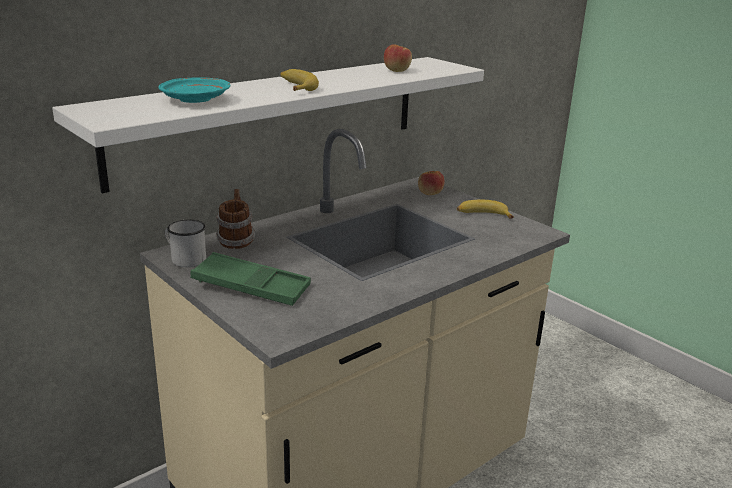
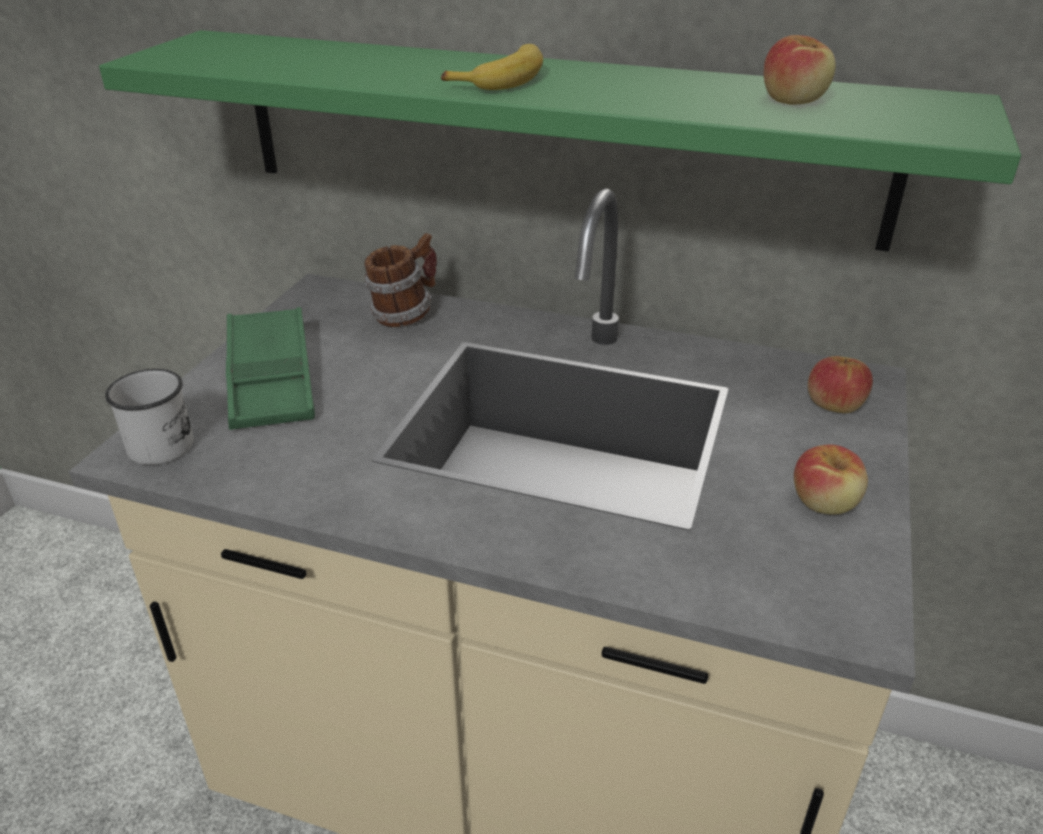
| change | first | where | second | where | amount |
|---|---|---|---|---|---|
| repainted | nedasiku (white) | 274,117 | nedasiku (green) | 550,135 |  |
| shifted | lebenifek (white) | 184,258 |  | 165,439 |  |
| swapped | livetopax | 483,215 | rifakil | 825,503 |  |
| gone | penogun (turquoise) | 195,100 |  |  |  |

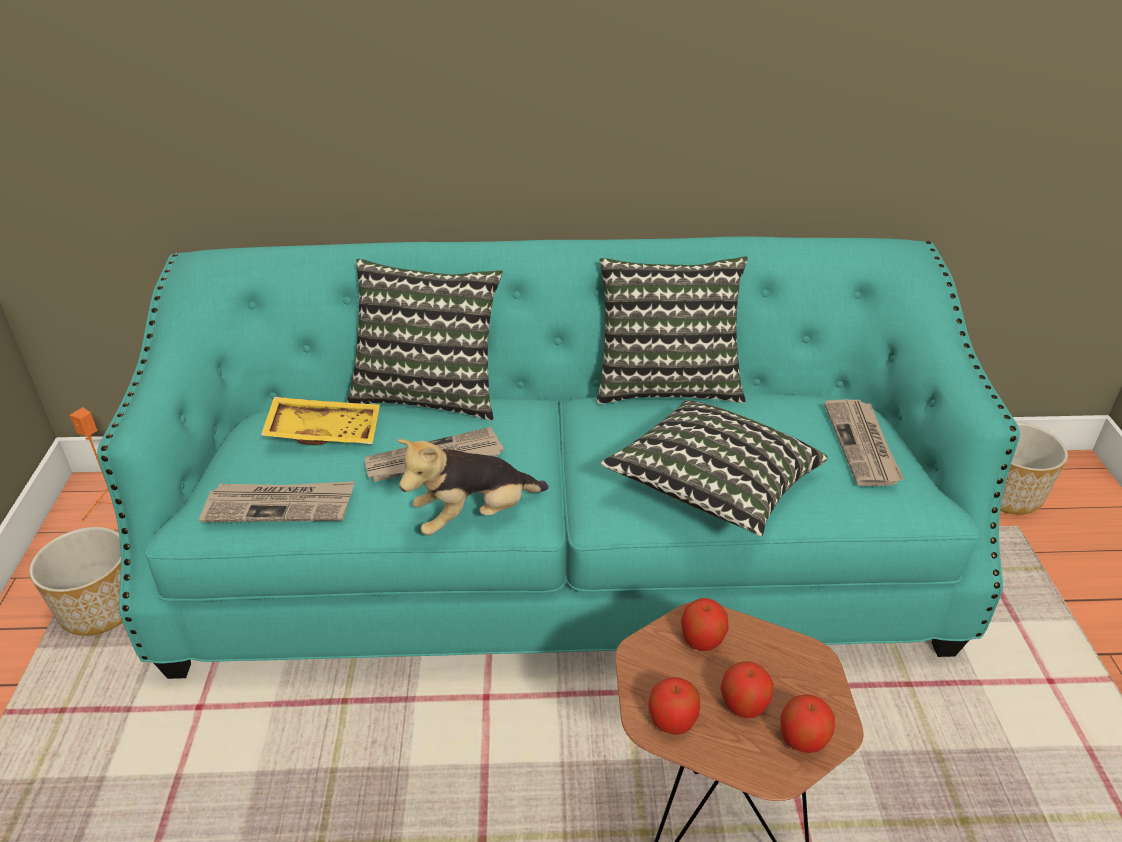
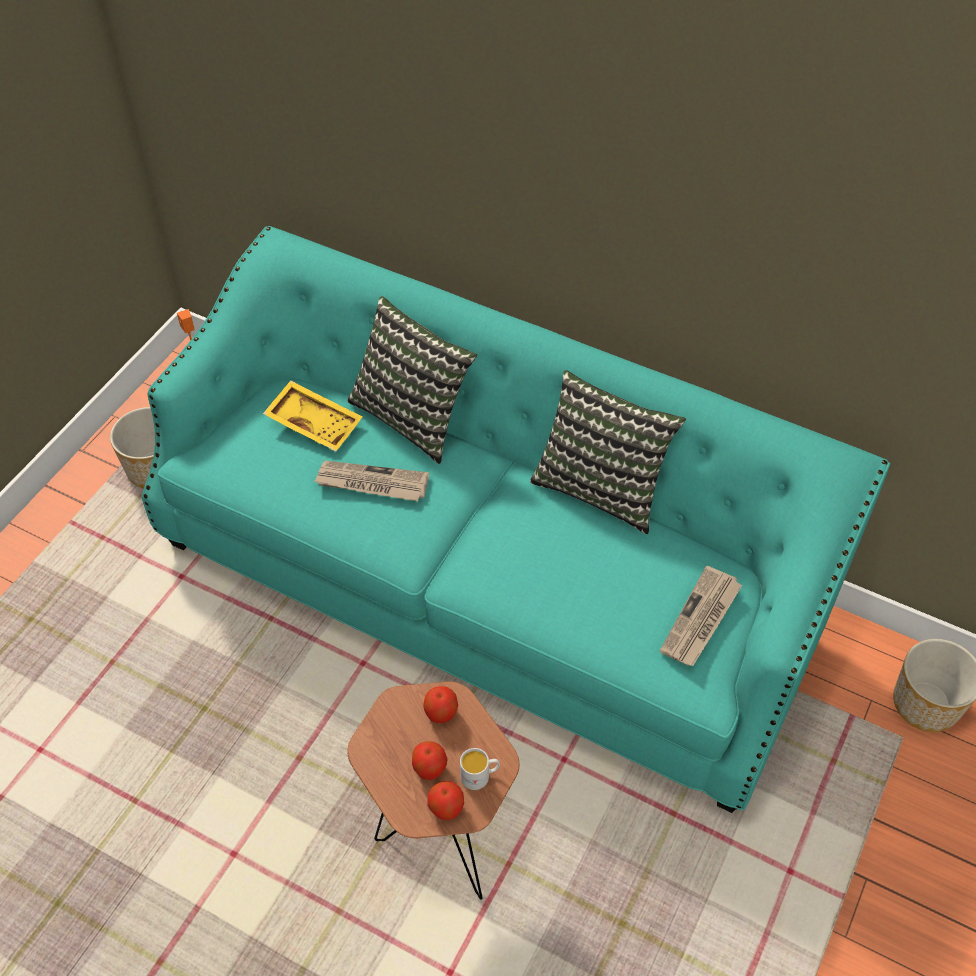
| change | first | where | second | where | amount |
|---|---|---|---|---|---|
| new |  |  | lebenifek (white) | 480,776 |  |
| gone | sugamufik | 280,505 |  |  |  |
| gone | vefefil | 474,517 |  |  |  |
| gone | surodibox | 713,490 |  |  |  |
| gone | rifakil | 672,721 |  |  |  |

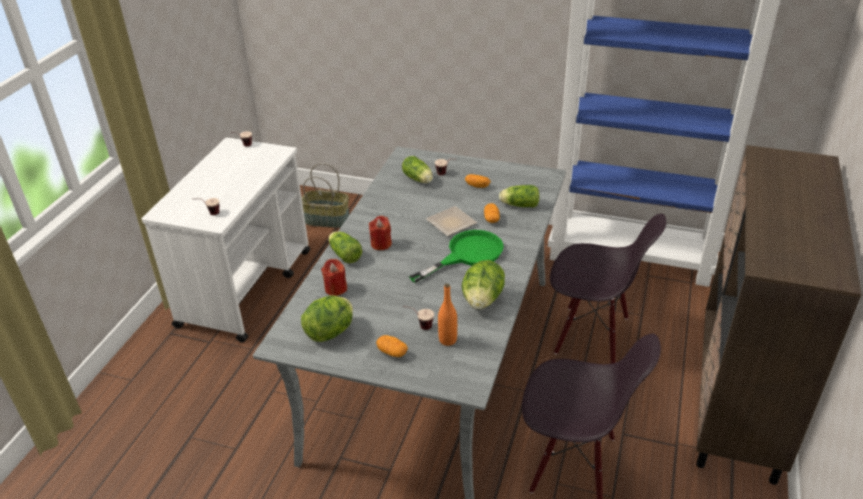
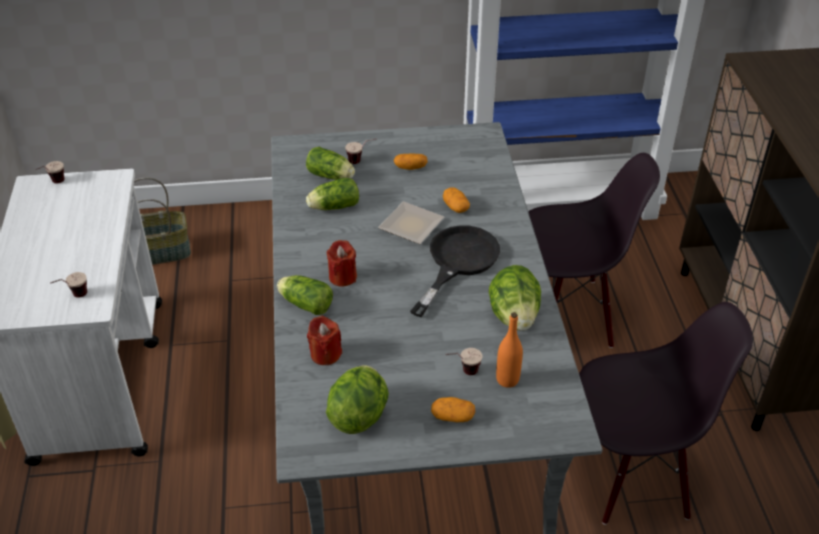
| change | first | where | second | where | amount |
|---|---|---|---|---|---|
| shifted | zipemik | 518,205 |  | 332,207 |  |
| repainted | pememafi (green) | 467,254 | pememafi (black) | 457,262 |  |

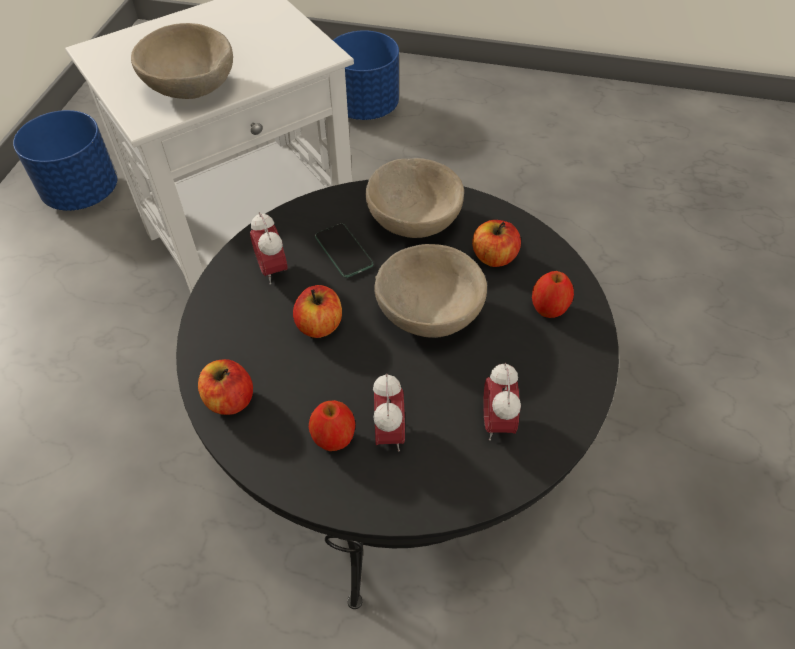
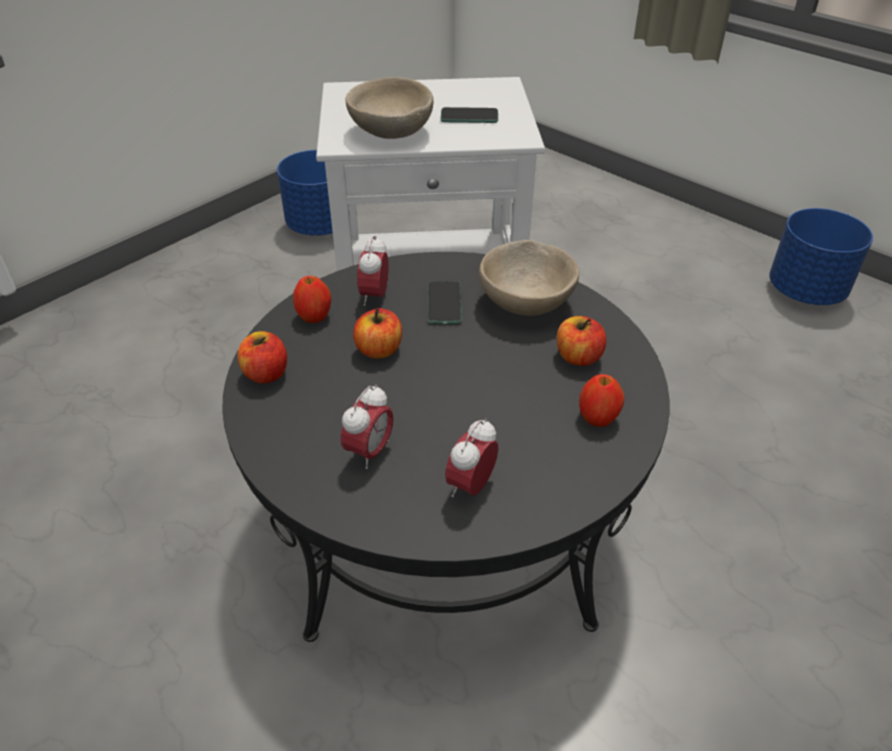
| change | first | where | second | where | amount |
|---|---|---|---|---|---|
| shifted | rifakil | 334,438 |  | 314,316 |  |
| new |  |  | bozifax | 469,117 |  |
| shifted | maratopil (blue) | 365,107 |  | 806,291 |  |
| gone | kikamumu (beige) | 430,313 |  |  |  |

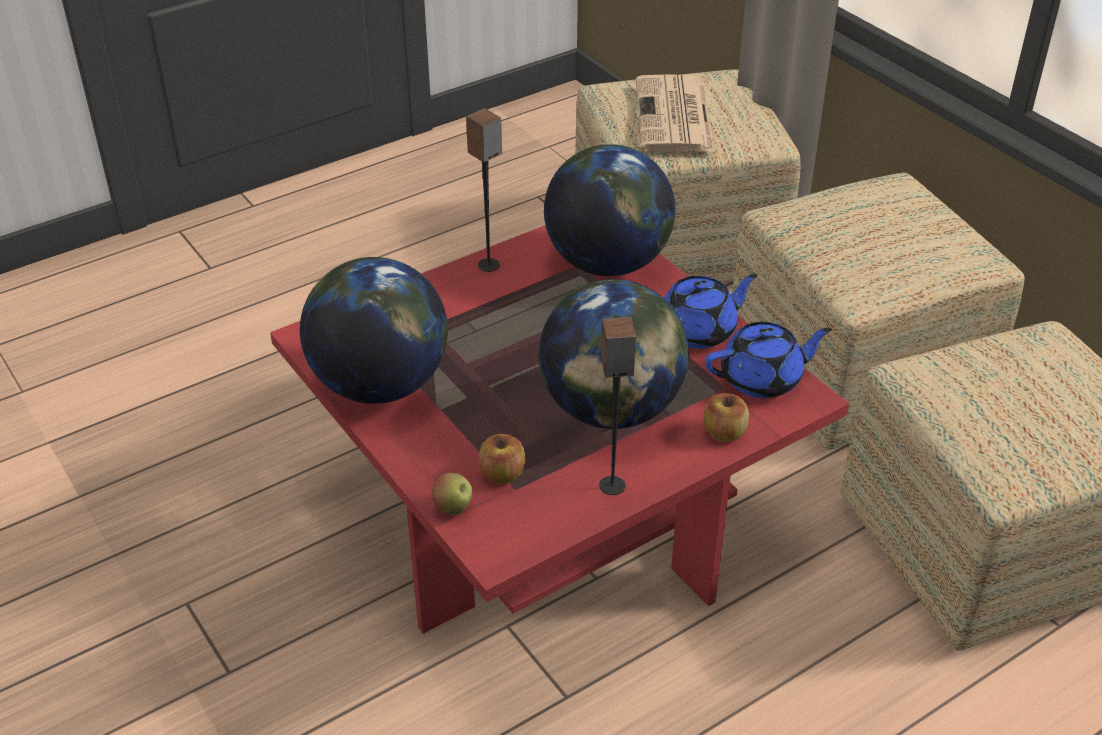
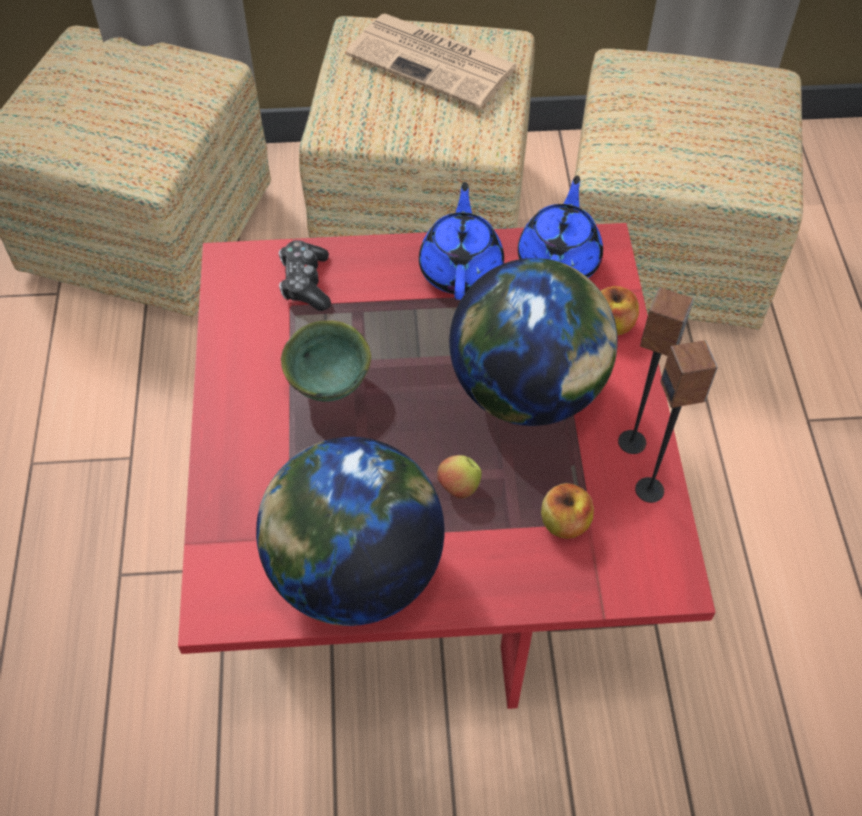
| change | first | where | second | where | amount |
|---|---|---|---|---|---|
| swapped | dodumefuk | 607,262 | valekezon | 305,283 |  |
| new |  |  | kikamumu (green) | 331,384 |  |
| shifted | sugamufik | 674,117 |  | 435,62 |  |
| shifted | rifakil | 453,508 |  | 458,488 |  |
| shifted | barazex | 489,265 |  | 650,490 |  |

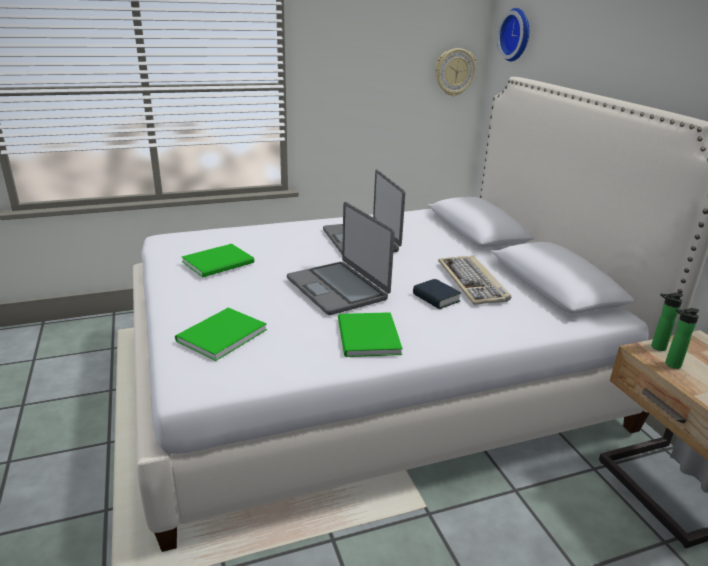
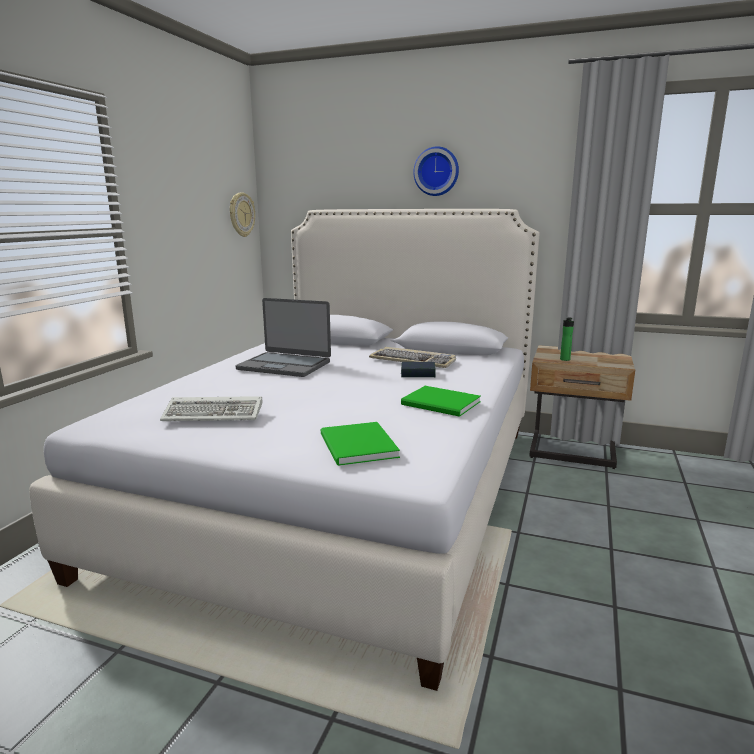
| change | first | where | second | where | amount |
|---|---|---|---|---|---|
| swapped | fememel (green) | 220,262 | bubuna | 216,413 |  |
| shifted | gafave | 517,35 |  | 436,171 |  |
| gone | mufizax | 338,288 |  |  |  |
| gone | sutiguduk | 656,347 |  |  |  |

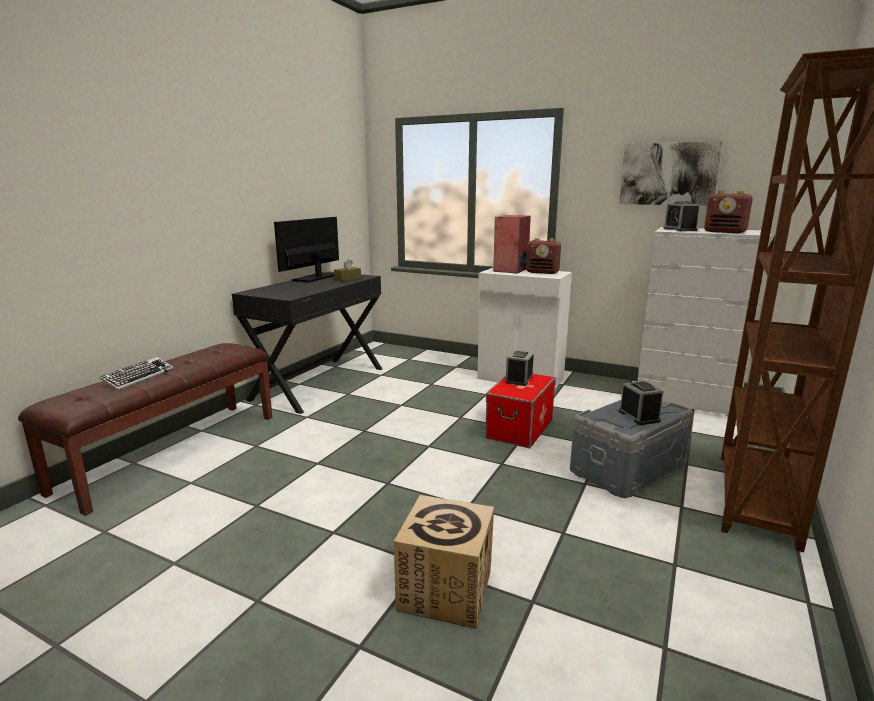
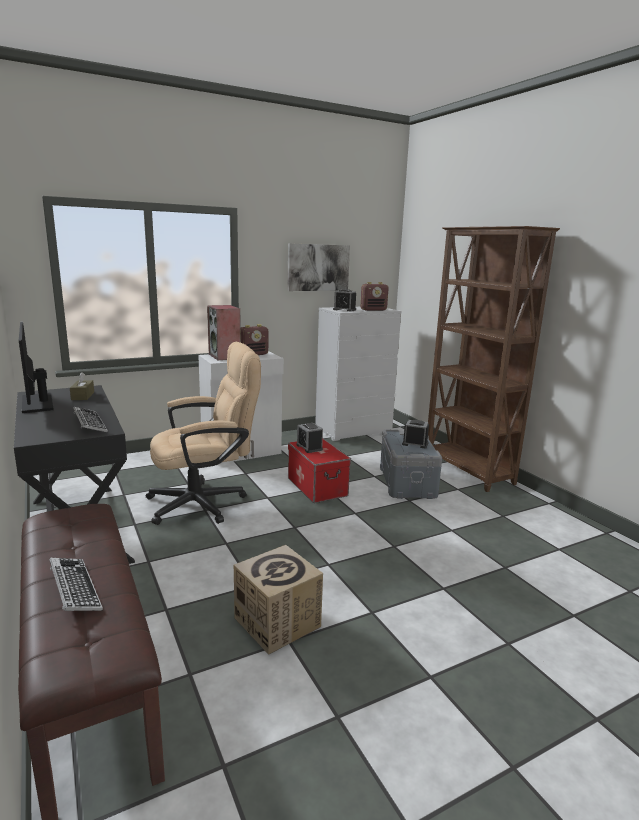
| change | first | where | second | where | amount |
|---|---|---|---|---|---|
| new |  |  | bubuna | 89,424 |  |
| new |  |  | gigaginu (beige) | 206,502 |  |
| shifted | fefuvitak | 446,590 |  | 277,622 |  |

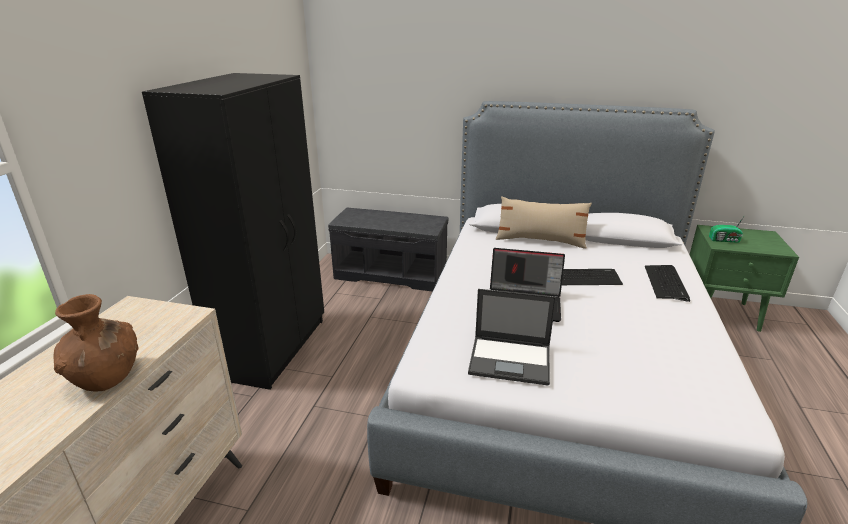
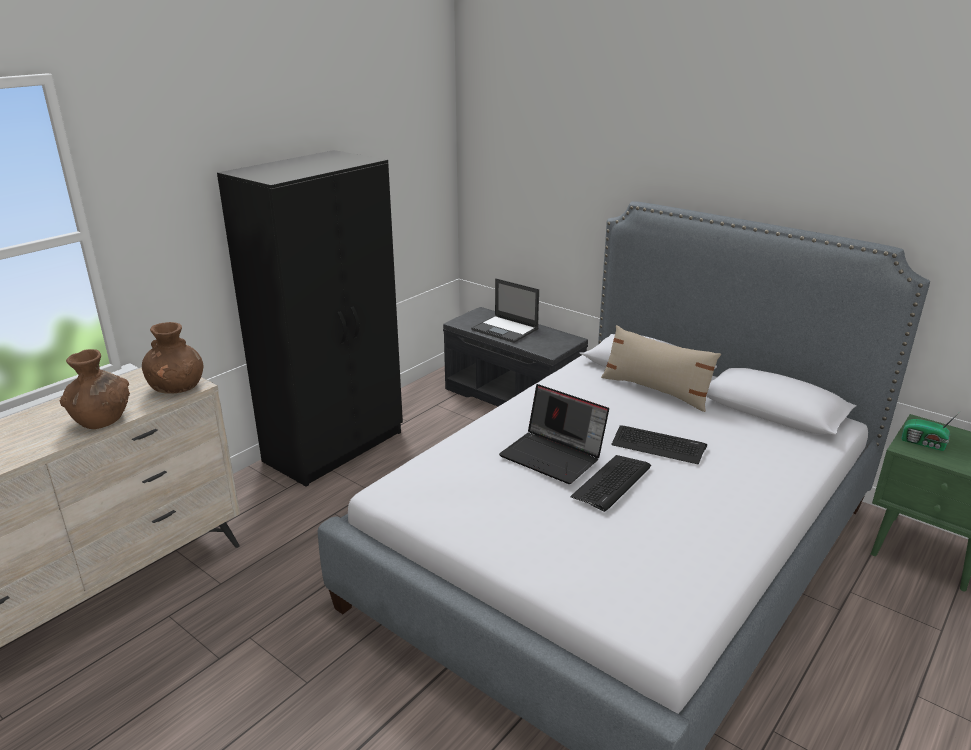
| change | first | where | second | where | amount |
|---|---|---|---|---|---|
| new |  |  | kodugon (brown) | 177,387 |  |
| shifted | mufizax | 511,360 |  | 505,329 |  |
| shifted | bubuna | 666,283 |  | 612,483 |  |

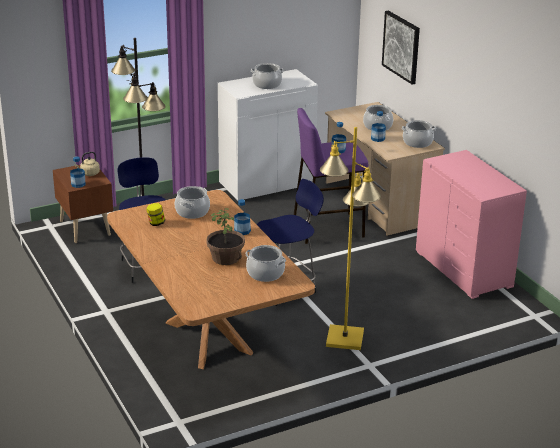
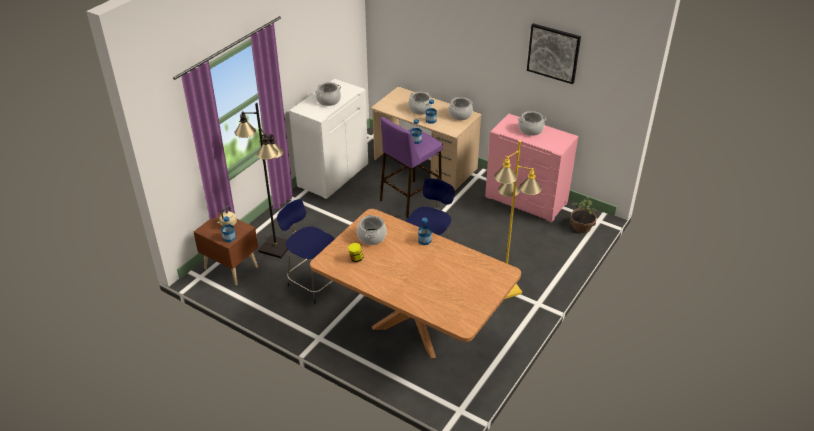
| change | first | where | second | where | amount |
|---|---|---|---|---|---|
| shifted | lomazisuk | 265,273 |  | 530,130 |  |
| shifted | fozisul | 401,46 |  | 553,53 |  |
| shifted | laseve | 226,258 |  | 581,227 |  |

